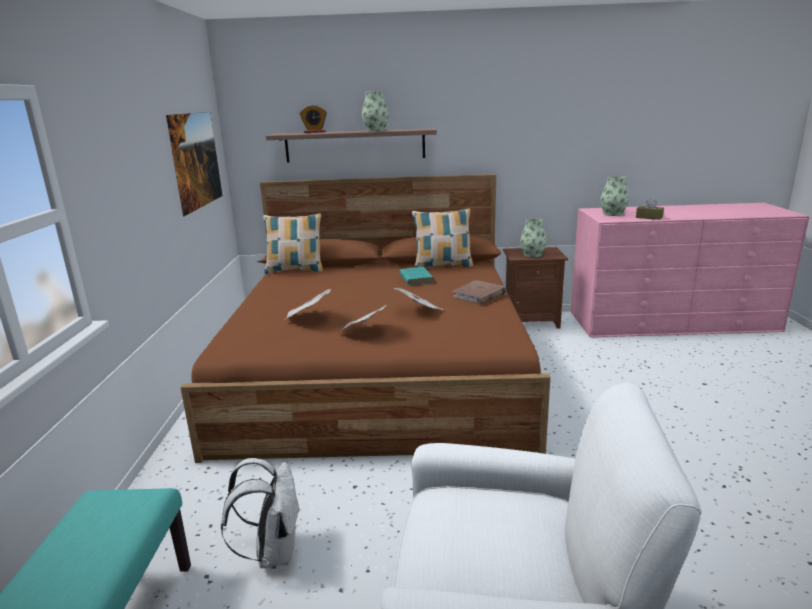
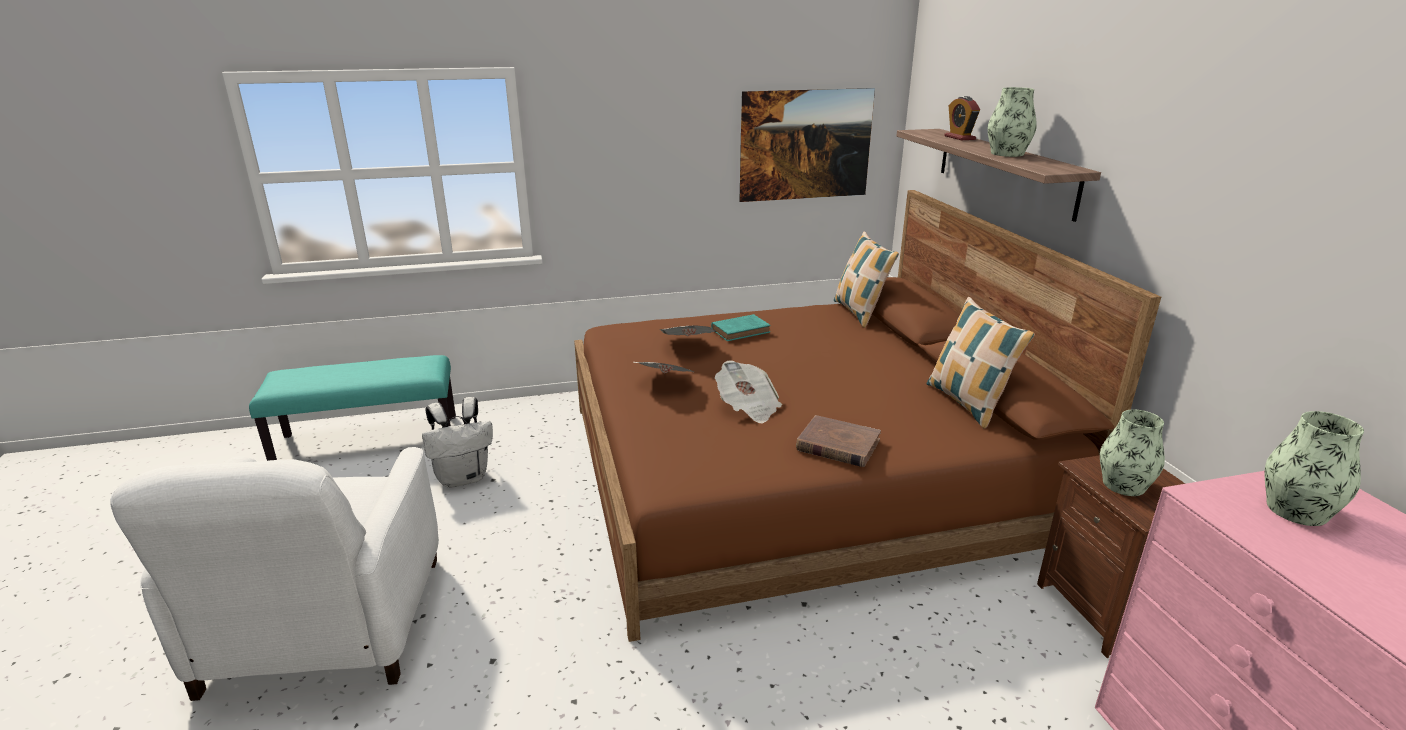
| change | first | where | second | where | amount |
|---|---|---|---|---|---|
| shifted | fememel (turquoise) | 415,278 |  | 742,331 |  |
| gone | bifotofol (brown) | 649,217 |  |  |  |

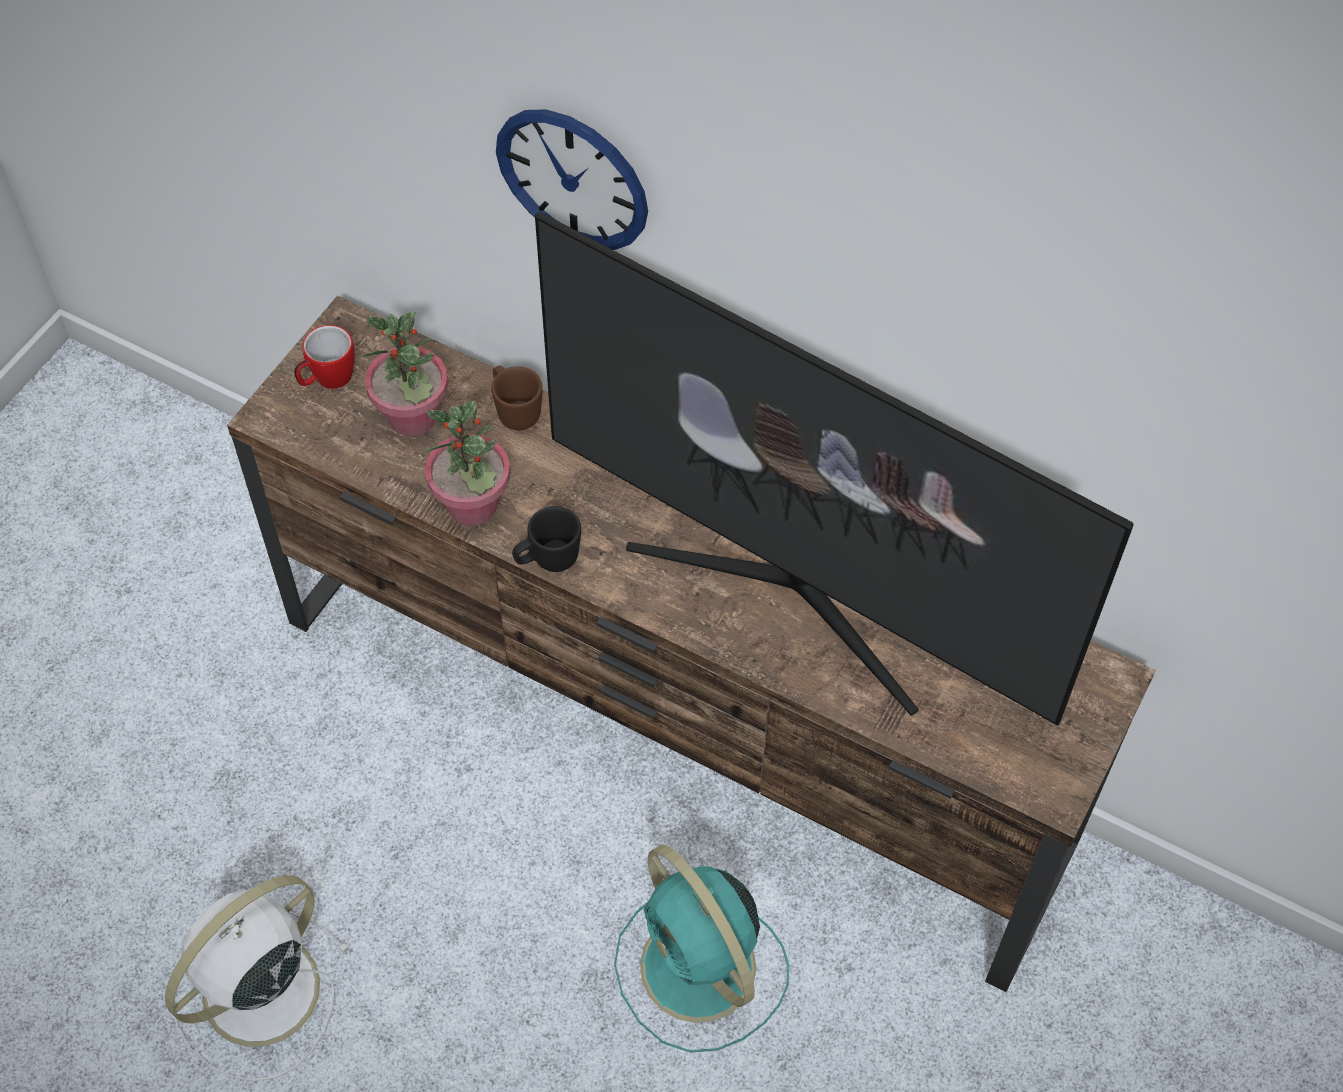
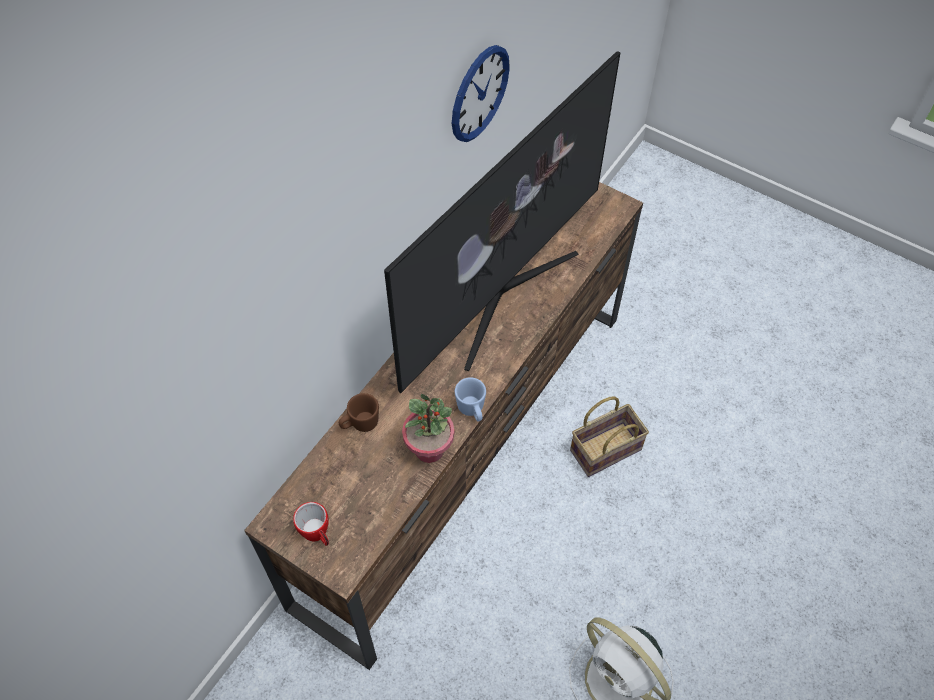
| change | first | where | second | where | amount |
|---|---|---|---|---|---|
| shifted | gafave | 572,179 |  | 479,93 |  |
| repainted | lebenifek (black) | 547,560 | lebenifek (blue) | 472,410 |  |
| swapped | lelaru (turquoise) | 701,971 | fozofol | 606,448 |  |
| gone | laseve | 413,417 |  |  |  |

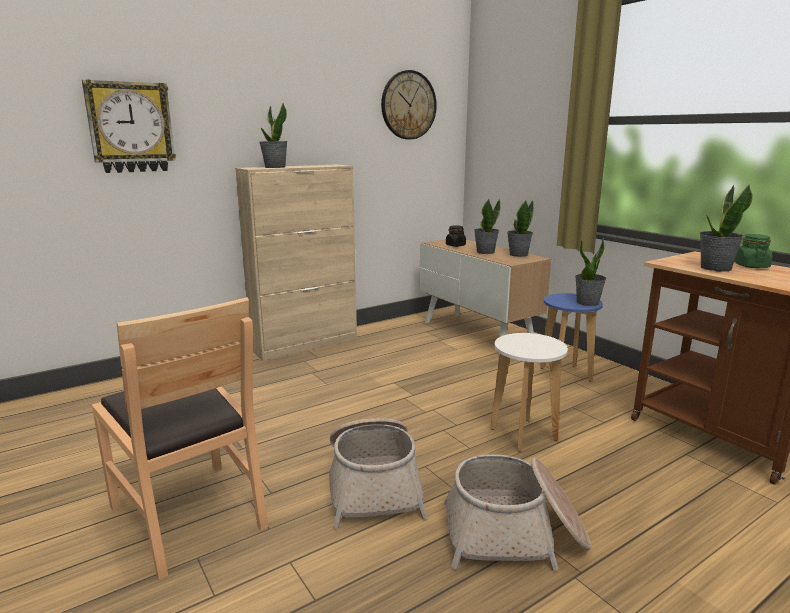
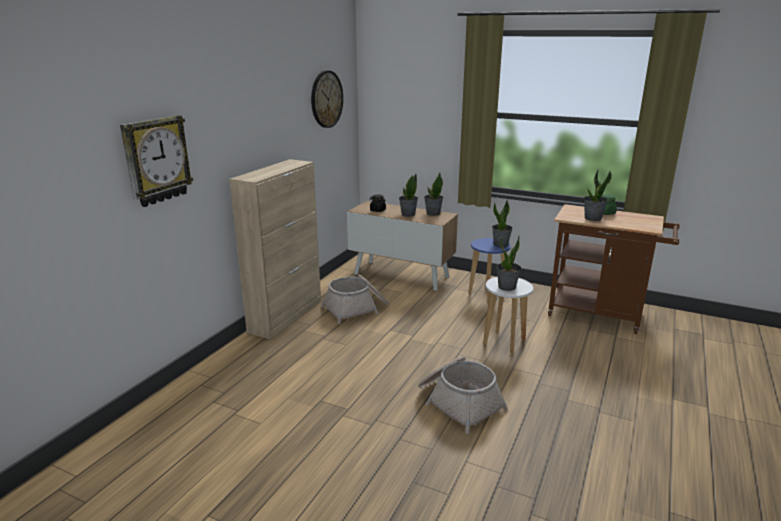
| change | first | where | second | where | amount |
|---|---|---|---|---|---|
| shifted | fozofol | 514,535 |  | 356,309 |  |
| shifted | laseve | 275,167 |  | 507,287 |  |
| gone | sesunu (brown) | 189,515 |  |  |  |

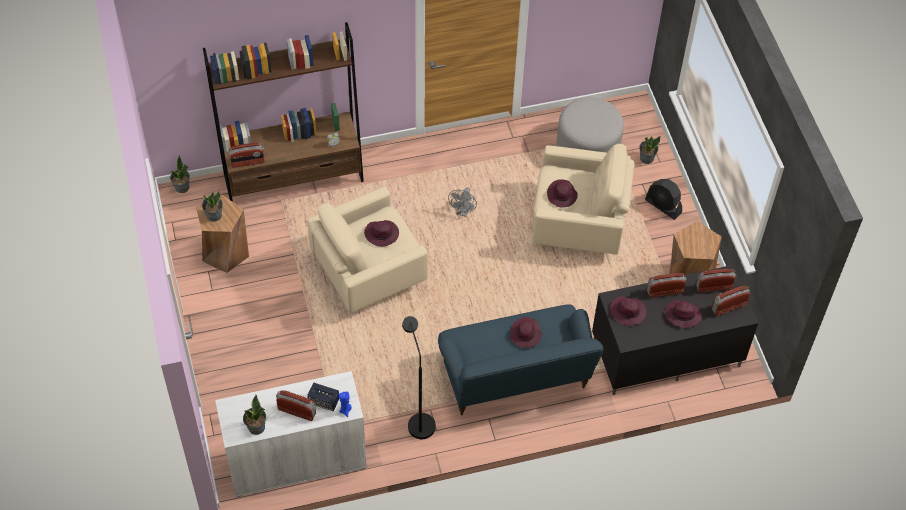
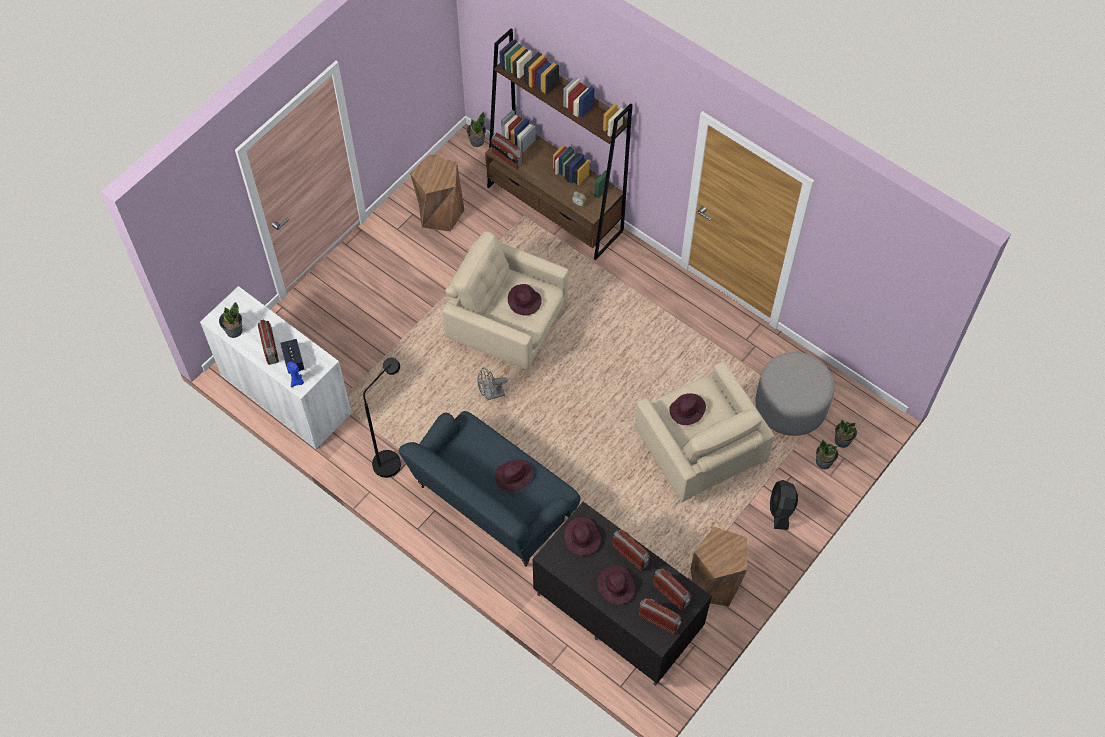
| change | first | where | second | where | amount |
|---|---|---|---|---|---|
| shifted | lelaru (grey) | 463,212 |  | 491,395 |  |
| shifted | laseve | 214,215 |  | 842,440 |  |

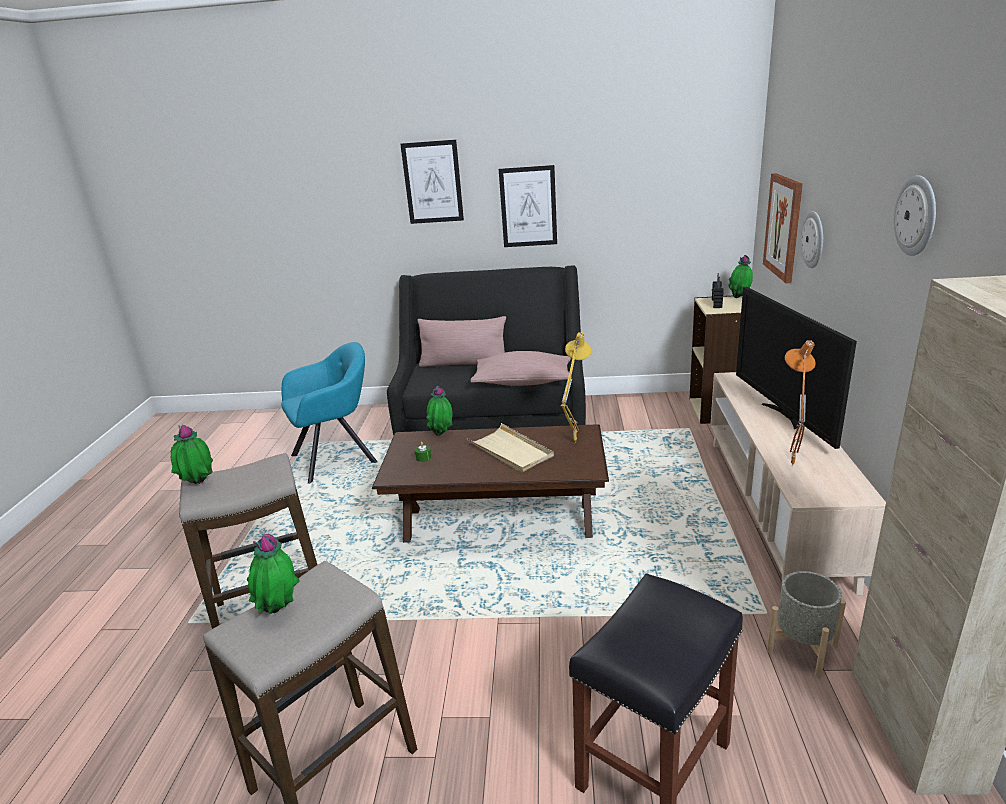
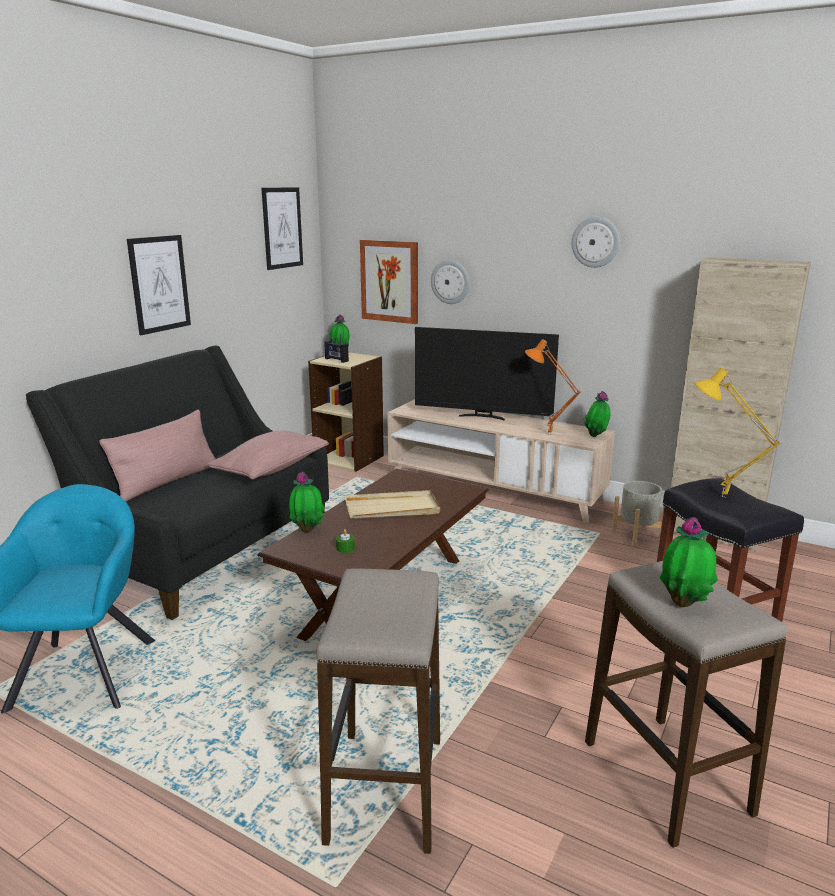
| change | first | where | second | where | amount |
|---|---|---|---|---|---|
| shifted | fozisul | 432,182 |  | 282,228 |  |
| shifted | laseve | 198,485 |  | 596,436 |  |
| shifted | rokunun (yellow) | 573,442 |  | 722,497 |  |

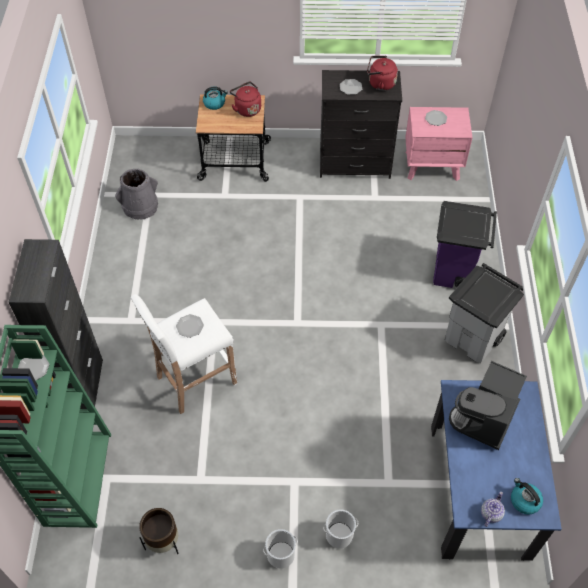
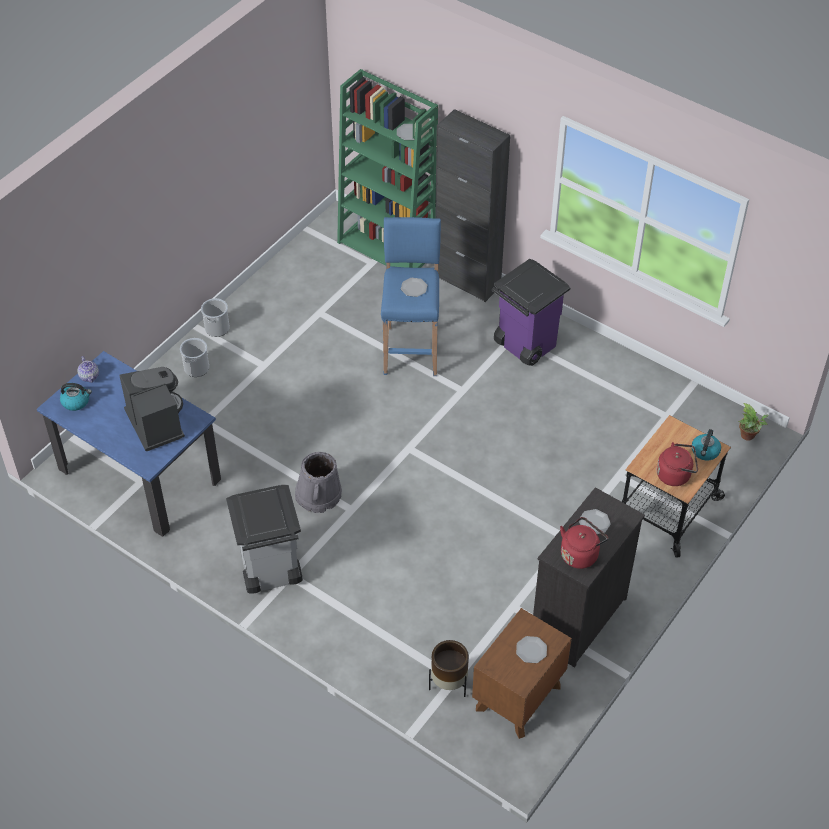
| change | first | where | second | where | amount |
|---|---|---|---|---|---|
| shifted | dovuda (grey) | 140,206 |  | 318,495 |  |
| repainted | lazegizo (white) | 195,381 | lazegizo (blue) | 411,349 |  |
| shifted | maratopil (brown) | 163,542 |  | 449,684 |  |
| repainted | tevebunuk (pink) | 432,165 | tevebunuk (brown) | 518,698 |  |
| shifted | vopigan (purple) | 454,273 |  | 524,345 |  |
| new |  |  | laseve | 749,436 |  |

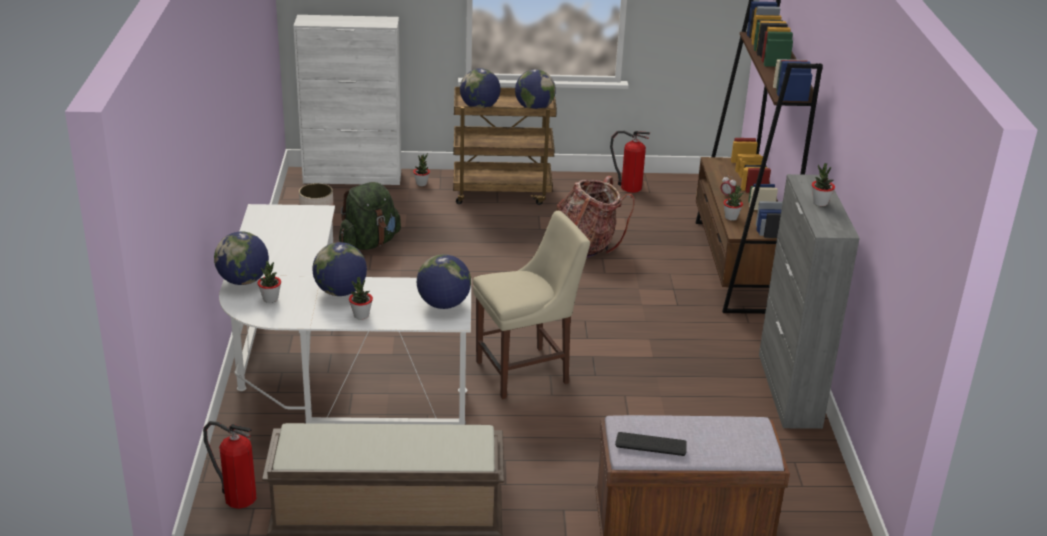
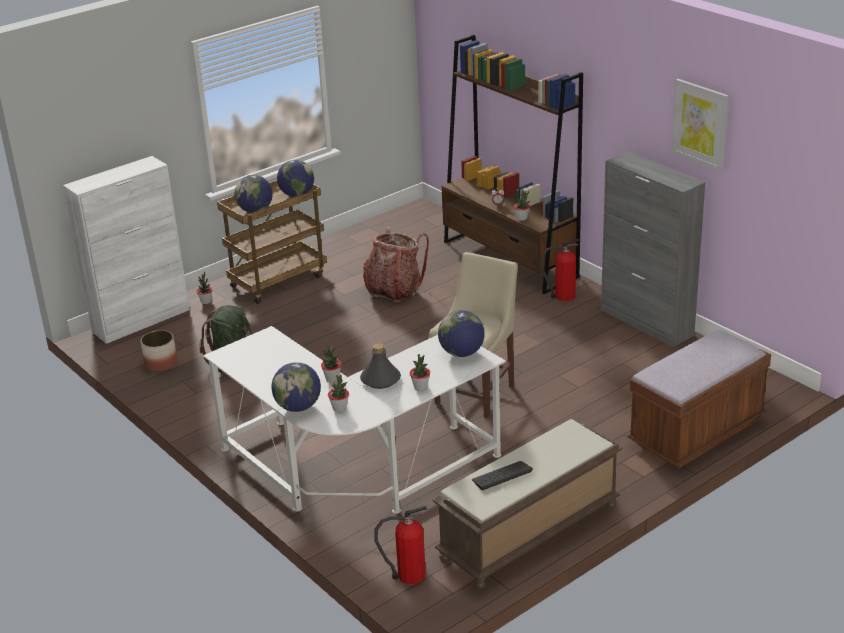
| change | first | where | second | where | amount |
|---|---|---|---|---|---|
| shifted | laseve | 820,203 |  | 332,379 |  |
| swapped | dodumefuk | 340,292 | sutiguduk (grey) | 380,379 |  |
| shifted | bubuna | 651,444 |  | 501,476 |  |
| shifted | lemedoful | 629,187 |  | 563,296 |  |
| new |  |  | fozisul | 700,124 |  |

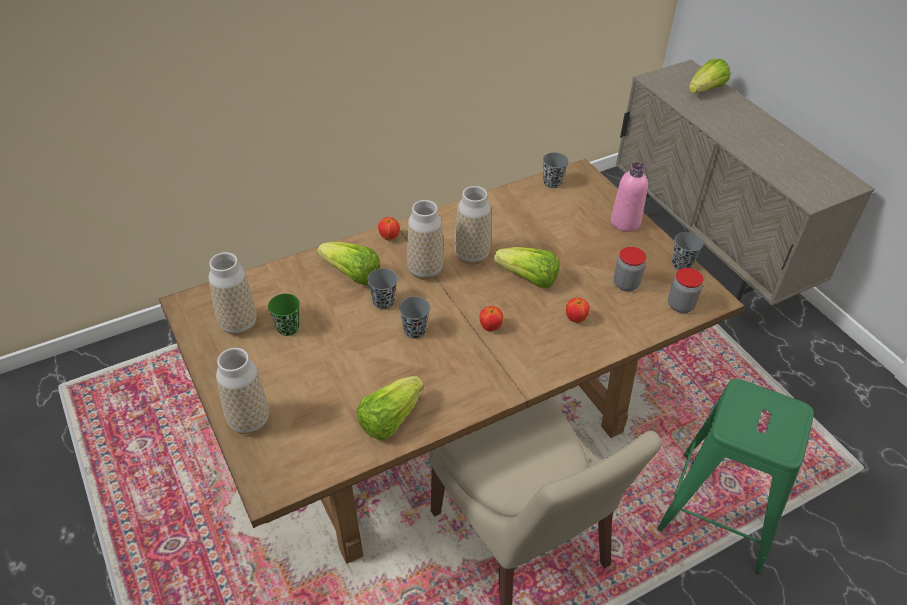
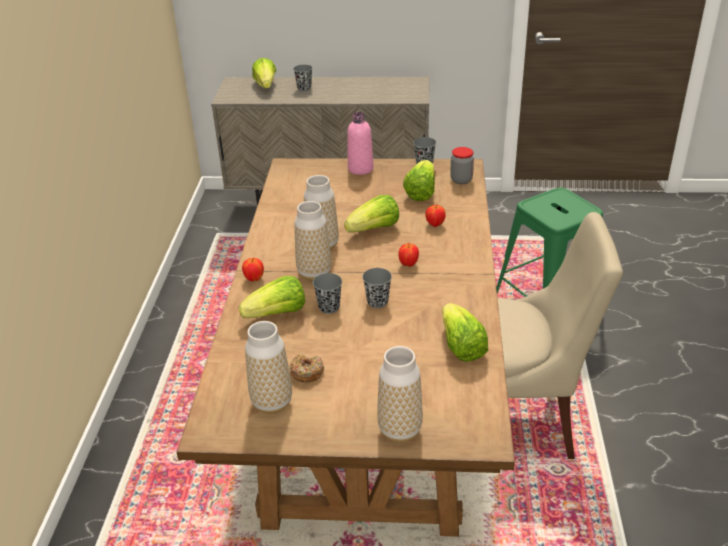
| change | first | where | second | where | amount |
|---|---|---|---|---|---|
| swapped | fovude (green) | 288,328 | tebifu | 306,372 |  |
| shifted | fovude (grey) | 552,183 |  | 304,88 |  |
| swapped | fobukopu | 626,284 | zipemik | 421,192 |  |

